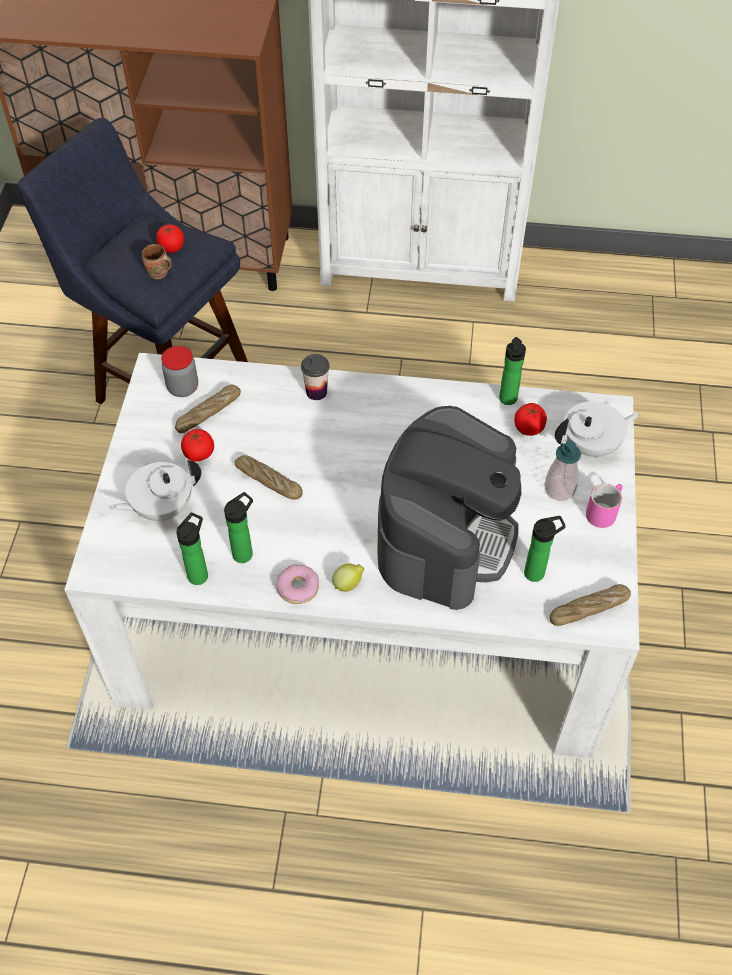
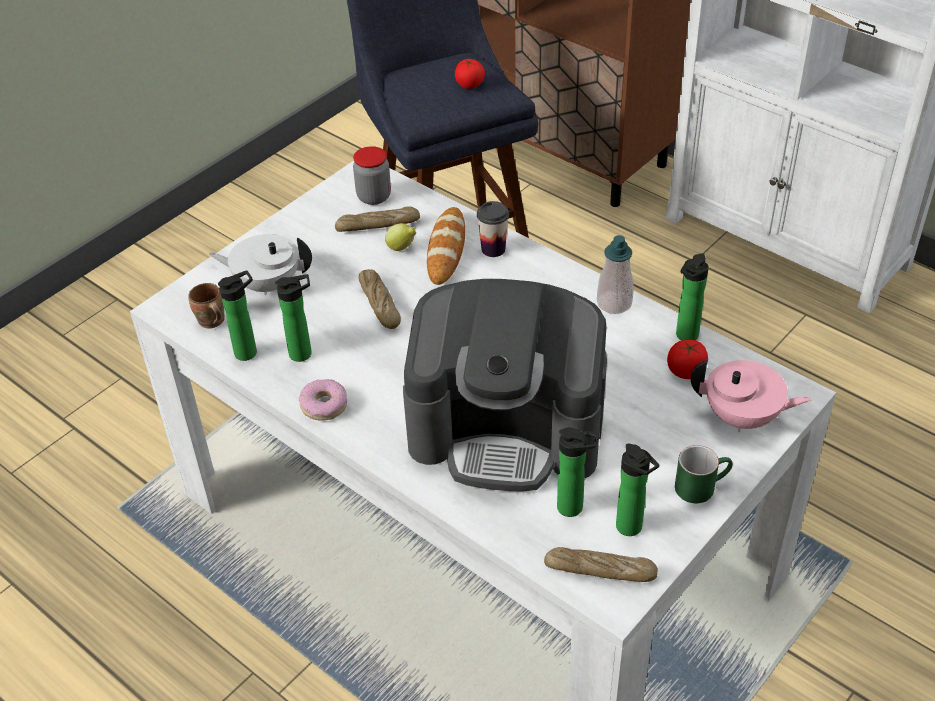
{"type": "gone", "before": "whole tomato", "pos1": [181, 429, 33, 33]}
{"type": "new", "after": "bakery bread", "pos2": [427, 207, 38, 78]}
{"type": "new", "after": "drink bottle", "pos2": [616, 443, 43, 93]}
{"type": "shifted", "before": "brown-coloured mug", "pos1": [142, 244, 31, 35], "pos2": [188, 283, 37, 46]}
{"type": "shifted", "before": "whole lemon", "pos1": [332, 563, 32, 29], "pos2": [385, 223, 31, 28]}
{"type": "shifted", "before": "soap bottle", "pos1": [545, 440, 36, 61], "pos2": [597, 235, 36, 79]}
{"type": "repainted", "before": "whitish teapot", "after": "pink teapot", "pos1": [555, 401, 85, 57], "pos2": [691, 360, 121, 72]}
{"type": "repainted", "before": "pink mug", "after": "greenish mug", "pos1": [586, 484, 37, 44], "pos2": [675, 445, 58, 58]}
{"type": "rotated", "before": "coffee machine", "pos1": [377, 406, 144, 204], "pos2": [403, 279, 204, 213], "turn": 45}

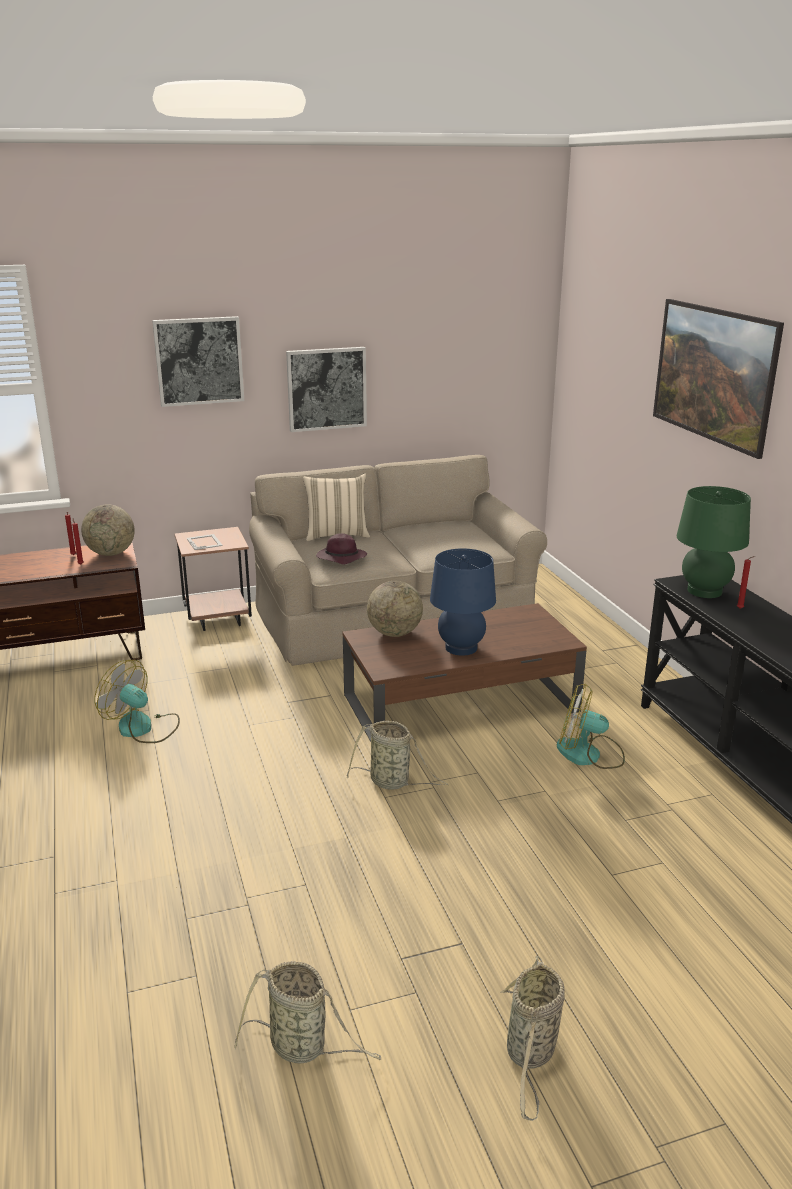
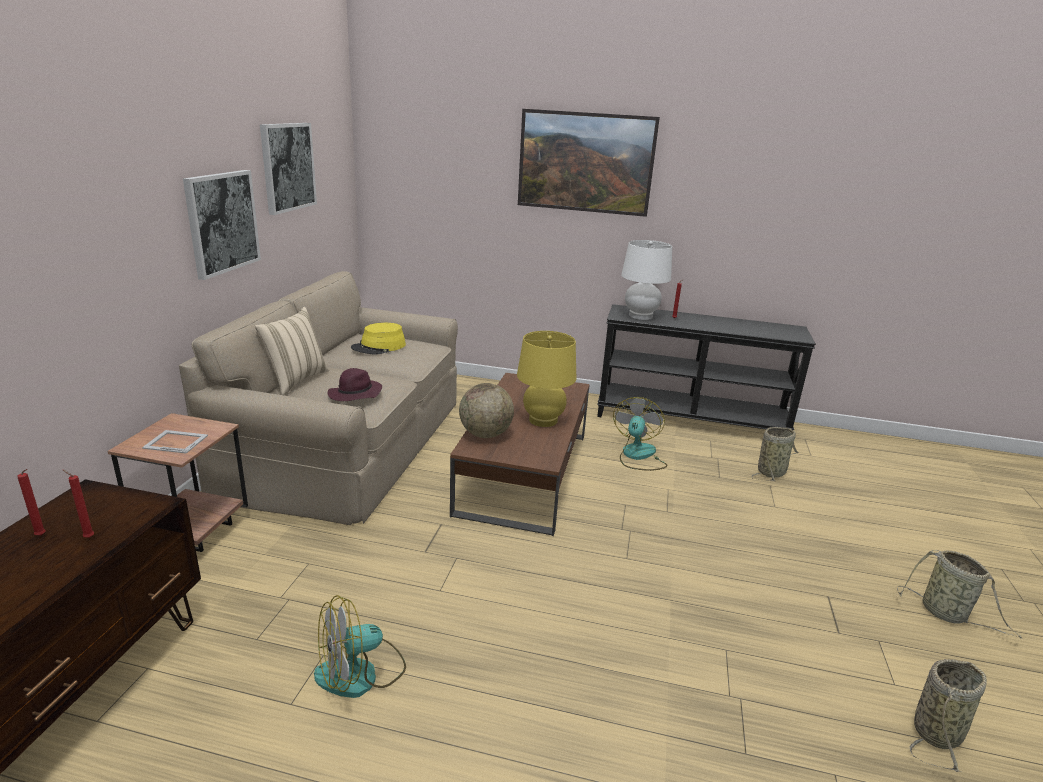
{"type": "gone", "before": "globe", "pos1": [81, 505, 54, 51]}
{"type": "new", "after": "yellow-coloured hat", "pos2": [351, 323, 55, 32]}
{"type": "shifted", "before": "wall picture", "pos1": [152, 316, 92, 91], "pos2": [260, 123, 57, 92]}
{"type": "shifted", "before": "household basket", "pos1": [347, 721, 102, 69], "pos2": [751, 427, 48, 54]}
{"type": "repainted", "before": "bluish tabletop lamp", "after": "yellow-coloured tabletop lamp", "pos1": [430, 548, 66, 108], "pos2": [517, 331, 59, 96]}
{"type": "repainted", "before": "greenish tabletop lamp", "after": "whitish tabletop lamp", "pos1": [677, 486, 74, 112], "pos2": [621, 240, 51, 80]}
{"type": "rotated", "before": "cooling fan", "pos1": [557, 684, 68, 85], "pos2": [613, 397, 54, 74], "turn": 150}

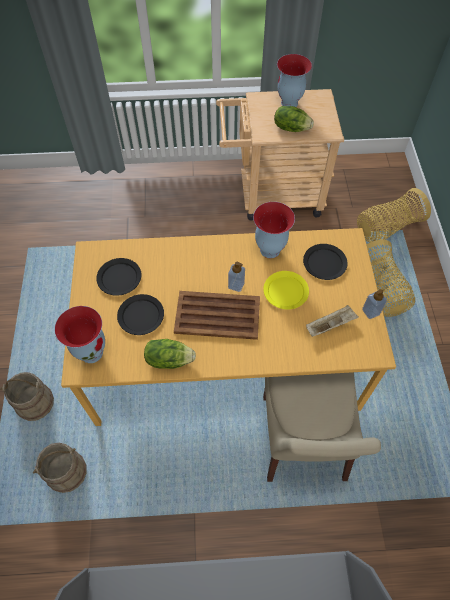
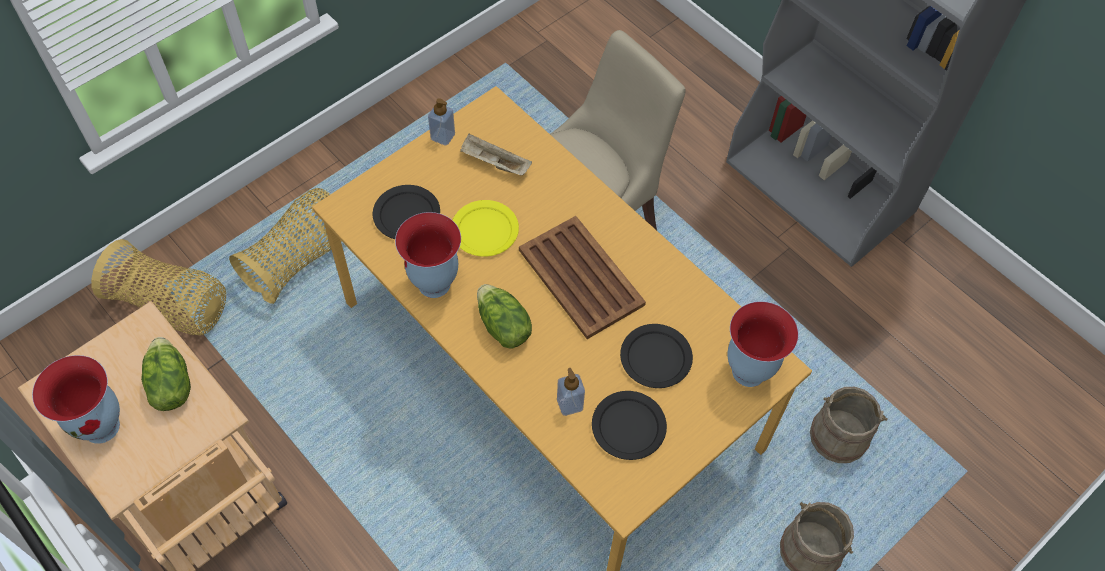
{"type": "shifted", "before": "lettuce", "pos1": [144, 339, 52, 30], "pos2": [477, 284, 55, 64]}
{"type": "shifted", "before": "soap bottle", "pos1": [228, 262, 17, 30], "pos2": [557, 368, 28, 48]}

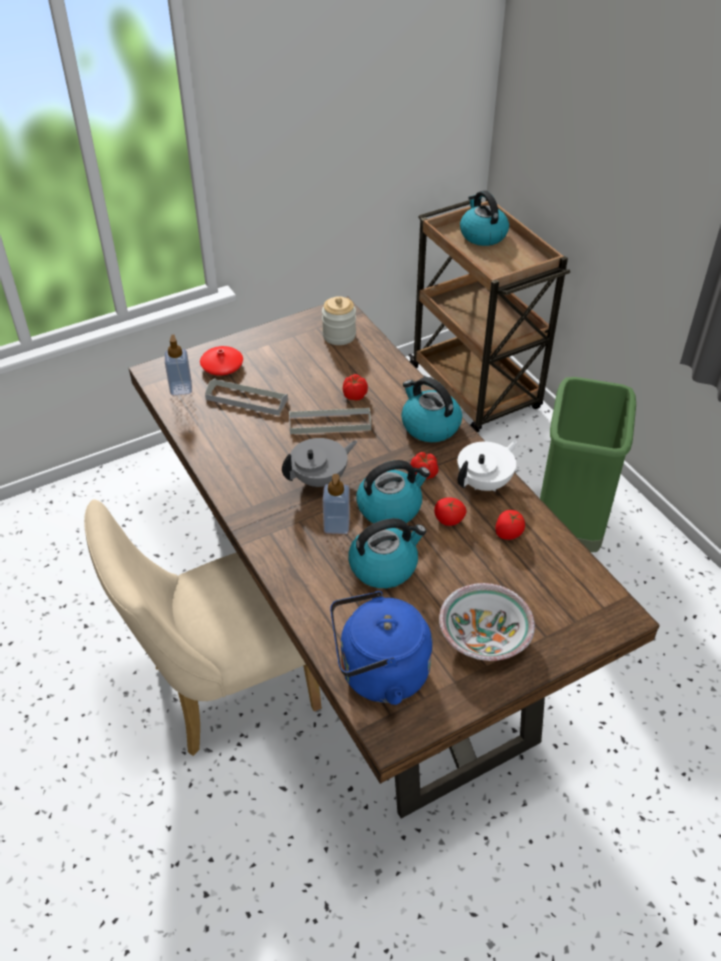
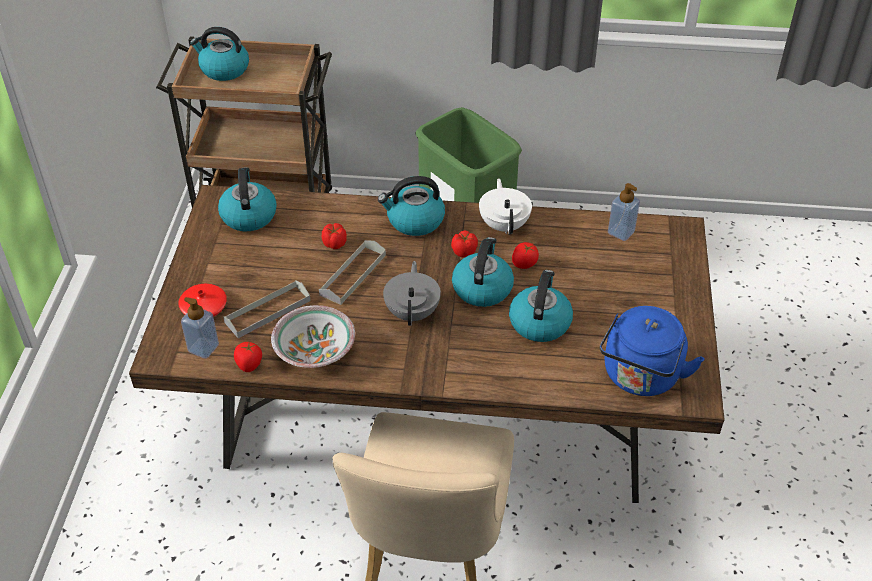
{"type": "shifted", "before": "soap bottle", "pos1": [323, 474, 27, 60], "pos2": [608, 183, 32, 58]}
{"type": "shifted", "before": "serving bowl", "pos1": [439, 583, 96, 78], "pos2": [271, 305, 84, 63]}
{"type": "shifted", "before": "whole tomato", "pos1": [495, 510, 30, 30], "pos2": [234, 342, 28, 30]}
{"type": "swapped", "before": "storage jar", "after": "tea kettle", "pos1": [322, 296, 34, 49], "pos2": [218, 167, 59, 64]}

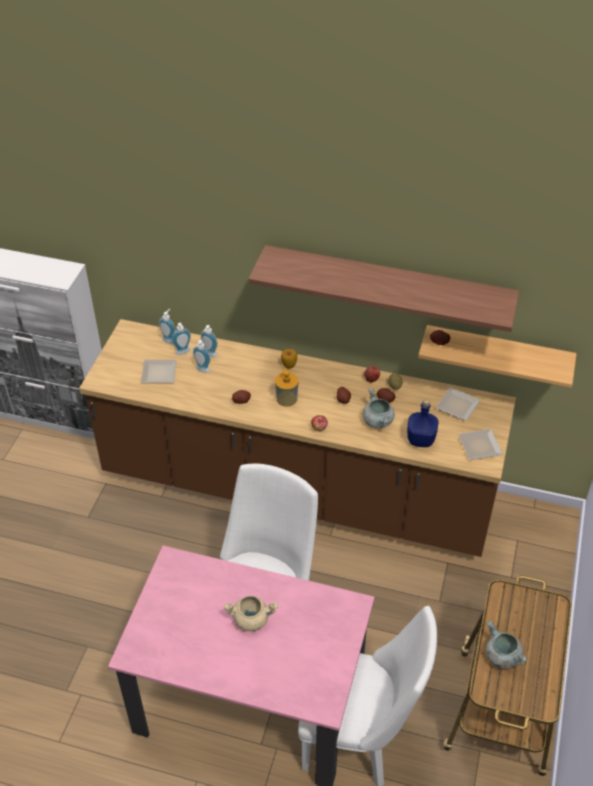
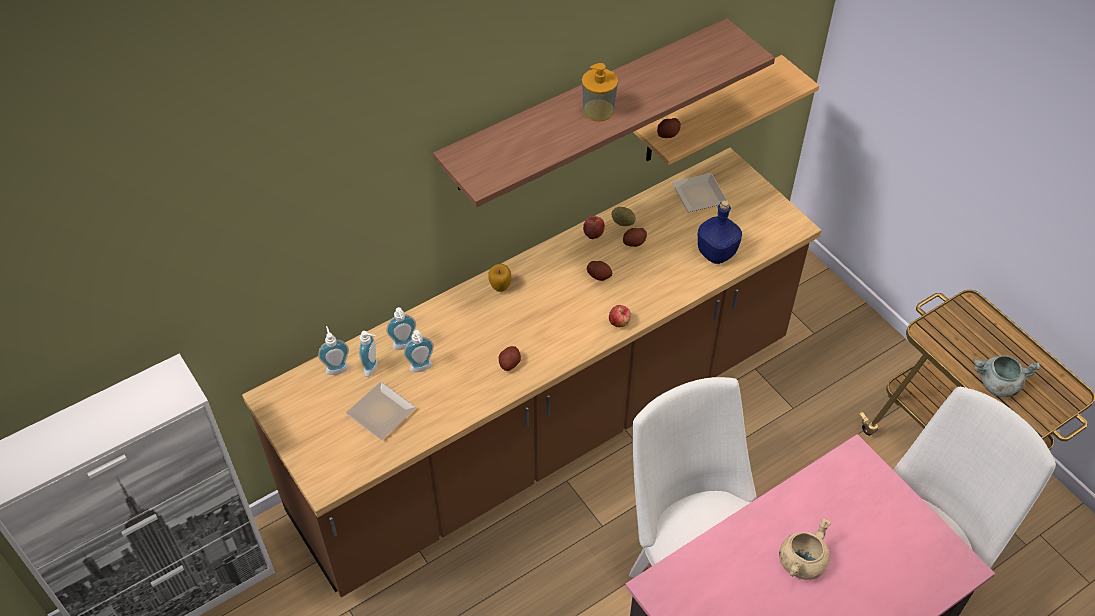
{"type": "gone", "before": "greyish stockpot", "pos1": [363, 388, 32, 40]}
{"type": "gone", "before": "plate", "pos1": [458, 429, 45, 31]}
{"type": "shifted", "before": "soap bottle", "pos1": [275, 369, 24, 38], "pos2": [582, 63, 36, 59]}

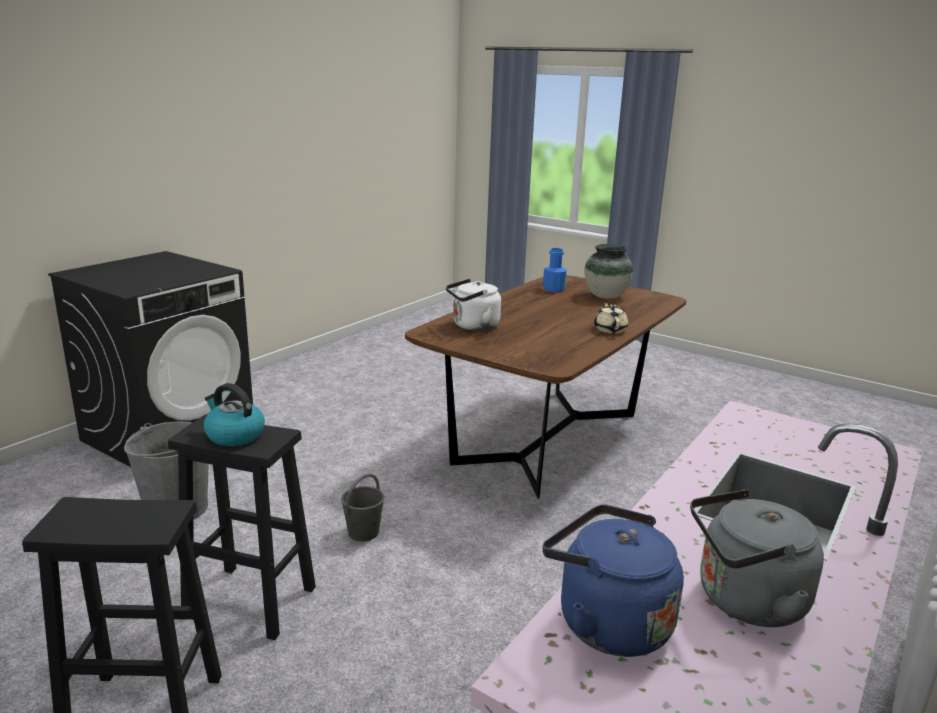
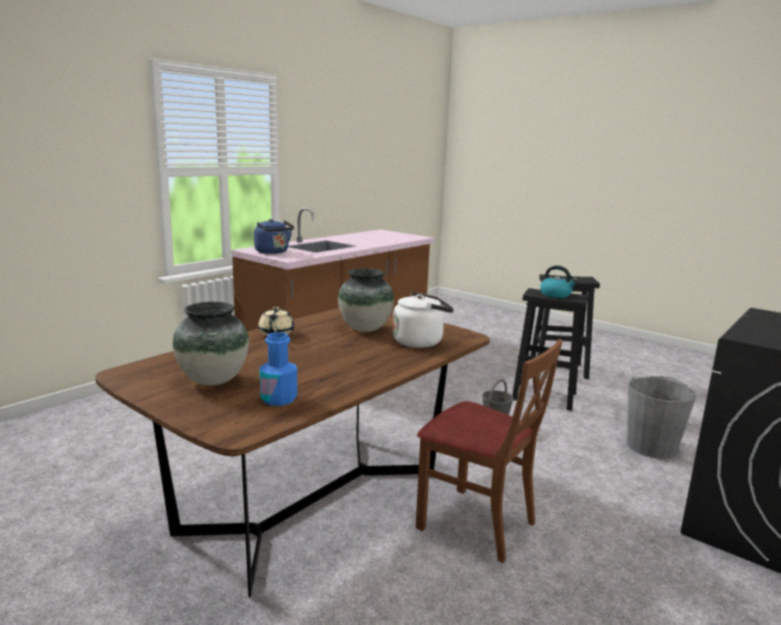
{"type": "gone", "before": "greyish tea kettle", "pos1": [690, 489, 134, 138]}
{"type": "new", "after": "flower vase", "pos2": [338, 268, 56, 64]}
{"type": "new", "after": "brown-coloured chair", "pos2": [416, 339, 147, 224]}
{"type": "shifted", "before": "bluish tea kettle", "pos1": [543, 505, 141, 152], "pos2": [254, 219, 40, 35]}

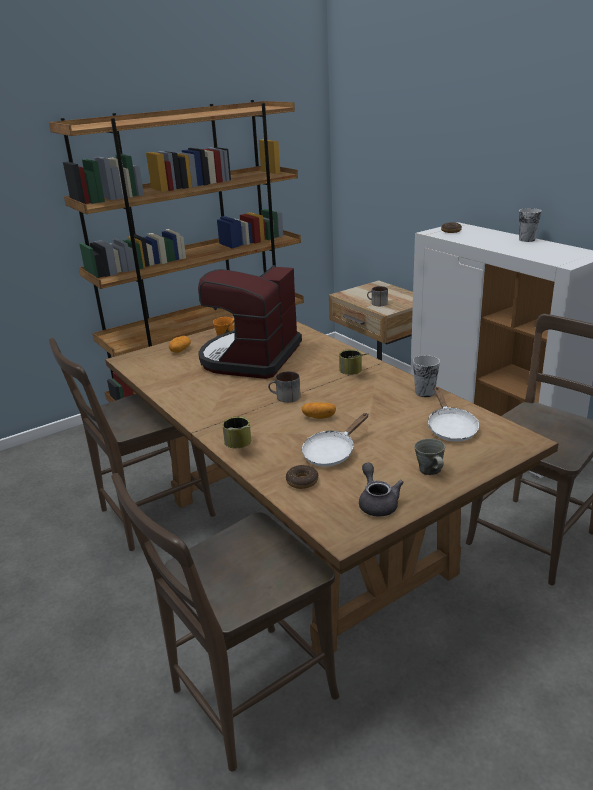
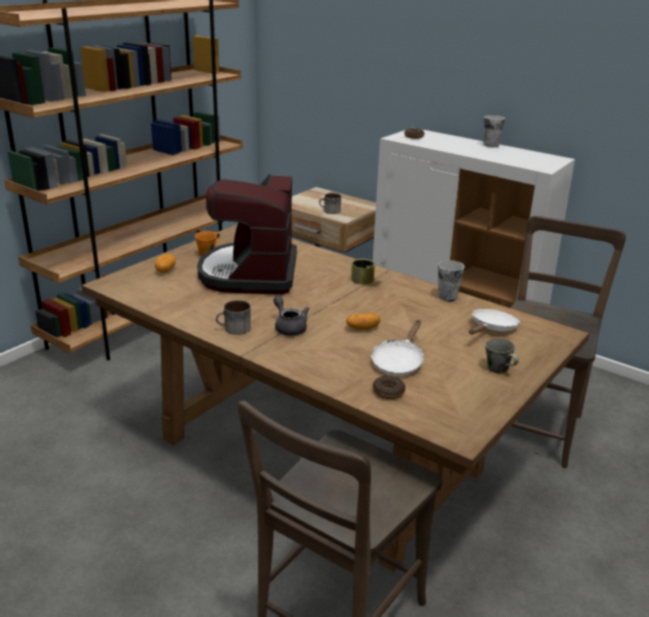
{"type": "gone", "before": "brown-coloured chair", "pos1": [49, 338, 167, 213]}
{"type": "gone", "before": "metal can", "pos1": [222, 416, 30, 32]}
{"type": "shifted", "before": "mug", "pos1": [268, 371, 32, 32], "pos2": [216, 300, 35, 35]}
{"type": "shifted", "before": "greyish teapot", "pos1": [359, 462, 45, 55], "pos2": [274, 296, 35, 40]}
{"type": "rotated", "before": "whitish skillet", "pos1": [428, 387, 51, 55], "pos2": [469, 309, 51, 25], "turn": -120}

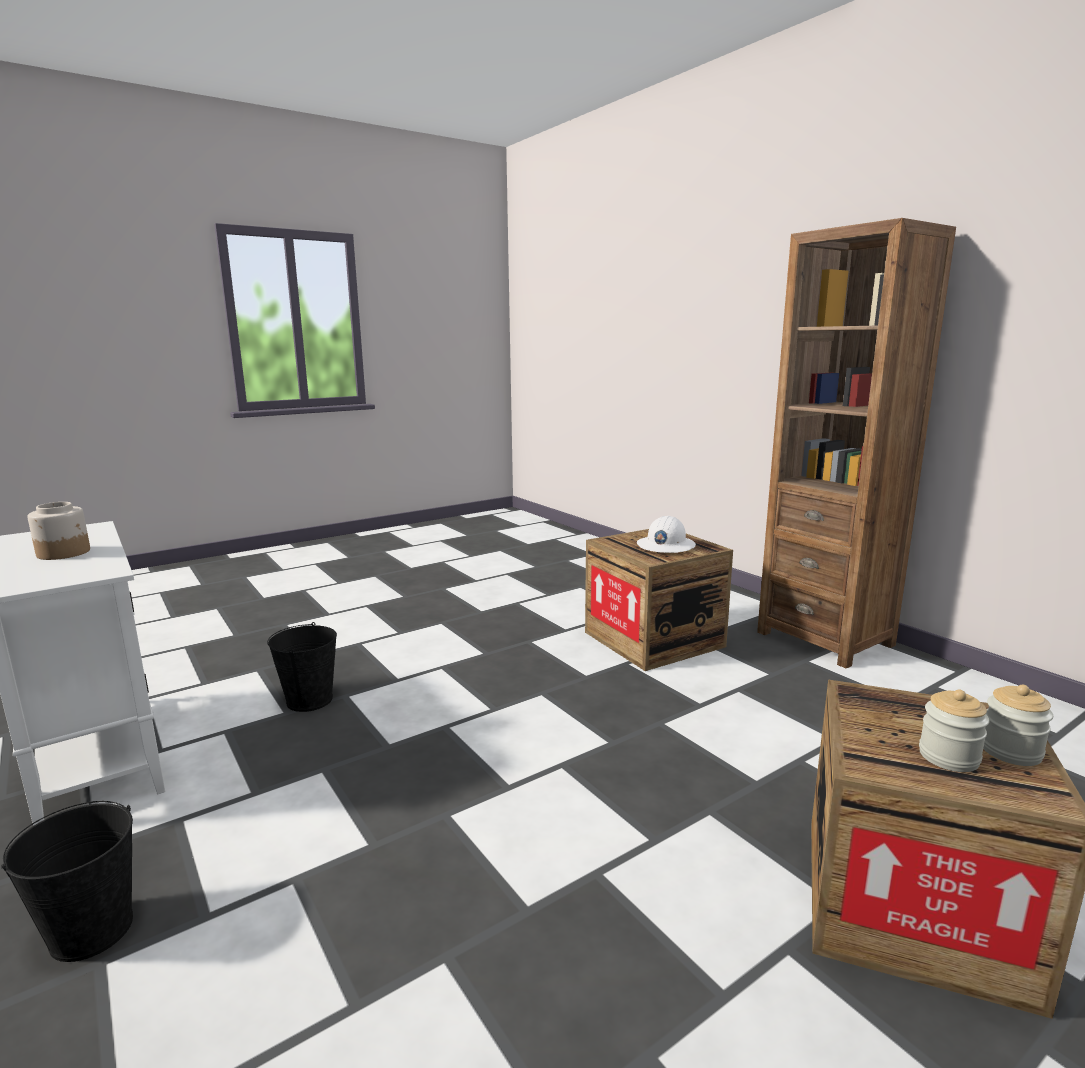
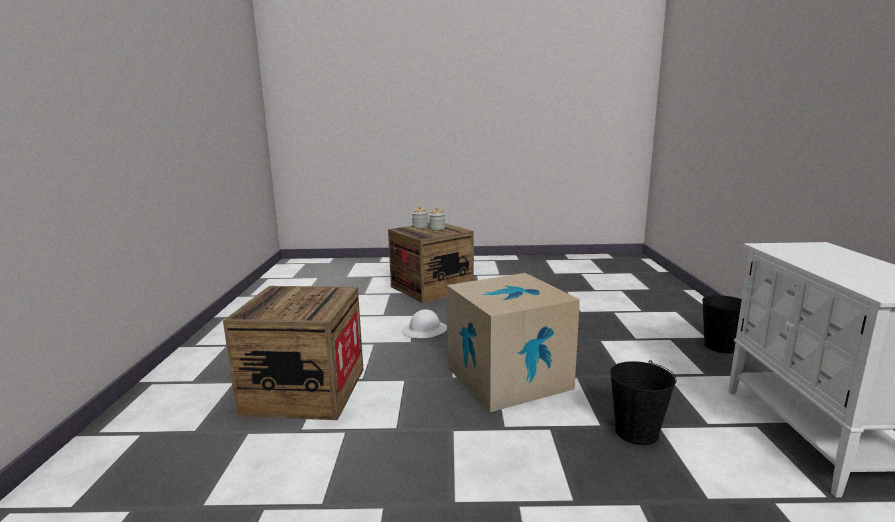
{"type": "gone", "before": "storage jar", "pos1": [27, 502, 63, 58]}
{"type": "gone", "before": "brown-coloured bookshelf", "pos1": [757, 218, 199, 450]}
{"type": "new", "after": "packing box", "pos2": [447, 273, 133, 139]}
{"type": "shifted", "before": "whitish work helmet", "pos1": [637, 516, 59, 37], "pos2": [403, 309, 44, 29]}

